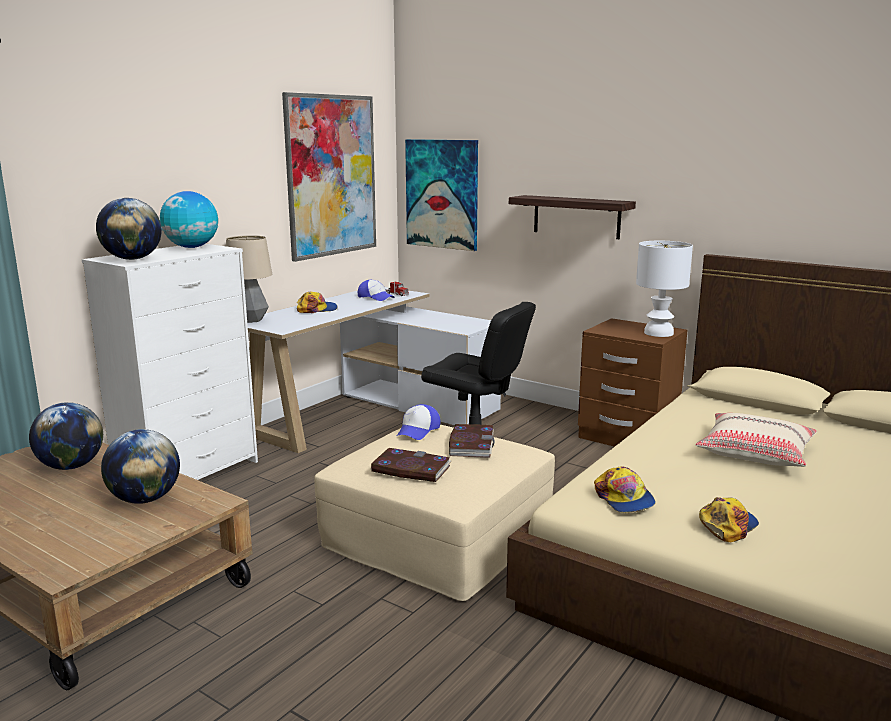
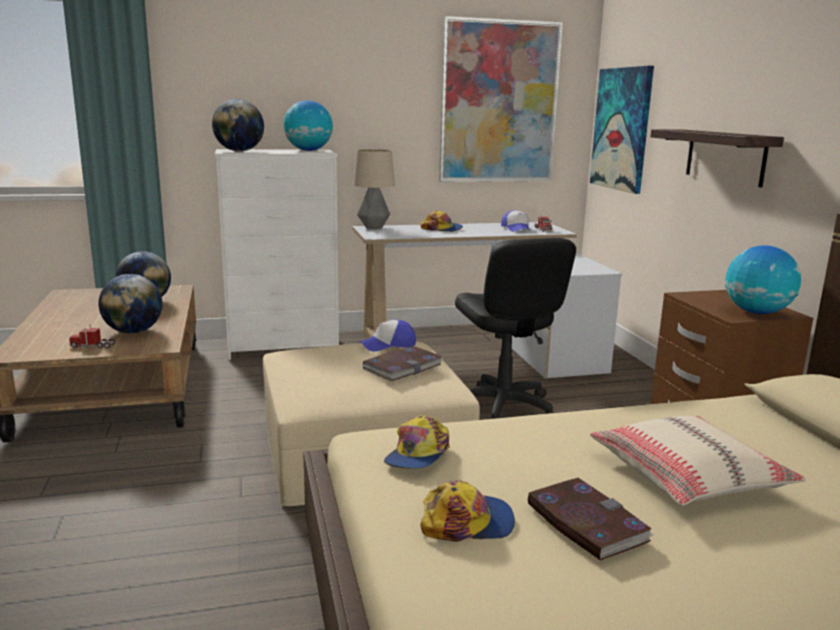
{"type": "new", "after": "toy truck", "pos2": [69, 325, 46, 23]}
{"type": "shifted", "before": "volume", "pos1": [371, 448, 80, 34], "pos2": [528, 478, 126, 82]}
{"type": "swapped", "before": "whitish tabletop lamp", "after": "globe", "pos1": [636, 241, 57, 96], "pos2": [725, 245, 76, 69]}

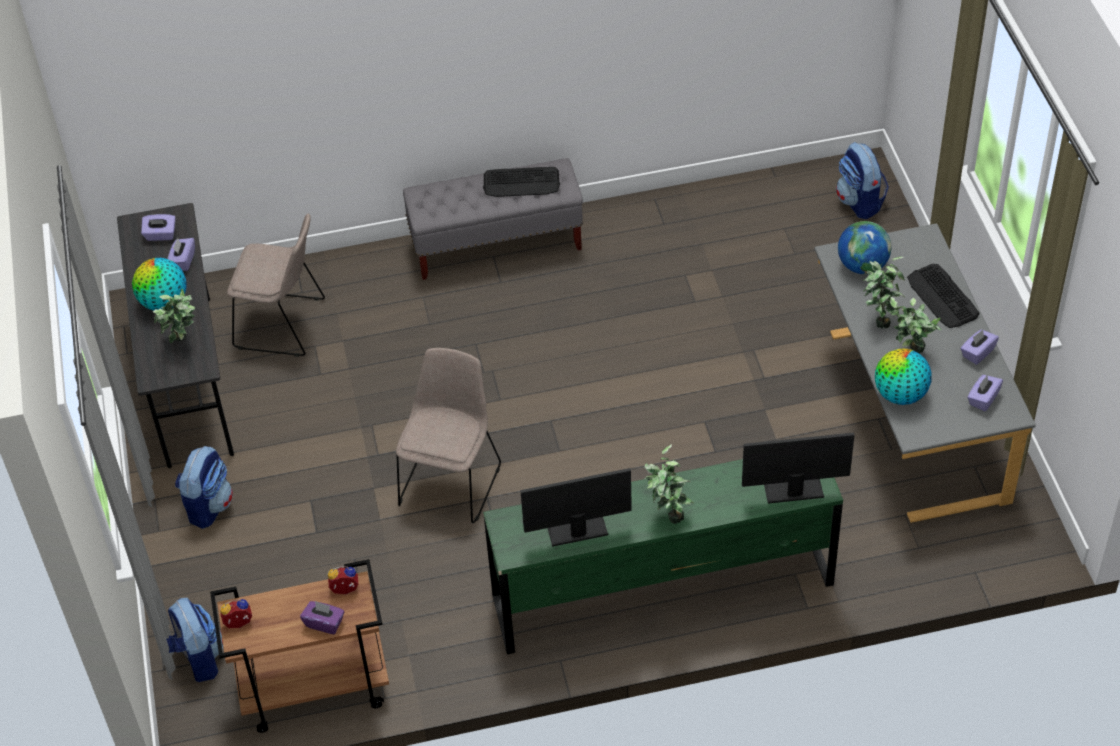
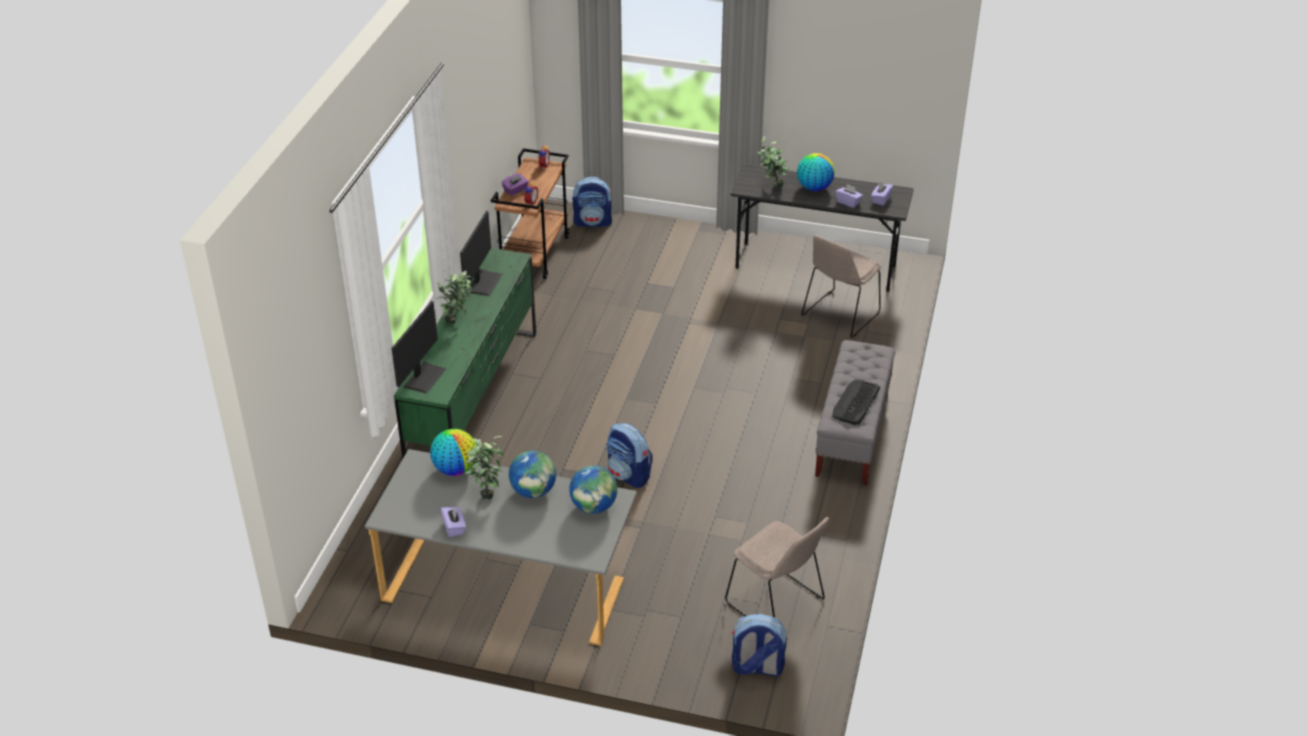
{"type": "gone", "before": "keyboard", "pos1": [907, 264, 73, 64]}
{"type": "gone", "before": "purple box of tissues", "pos1": [967, 375, 36, 36]}
{"type": "shifted", "before": "rucksack", "pos1": [175, 446, 58, 83], "pos2": [607, 423, 46, 65]}
{"type": "shifted", "before": "beige chair", "pos1": [396, 348, 105, 175], "pos2": [725, 517, 104, 101]}
{"type": "swapped", "before": "potted plant", "after": "globe", "pos1": [863, 257, 42, 72], "pos2": [509, 450, 47, 48]}

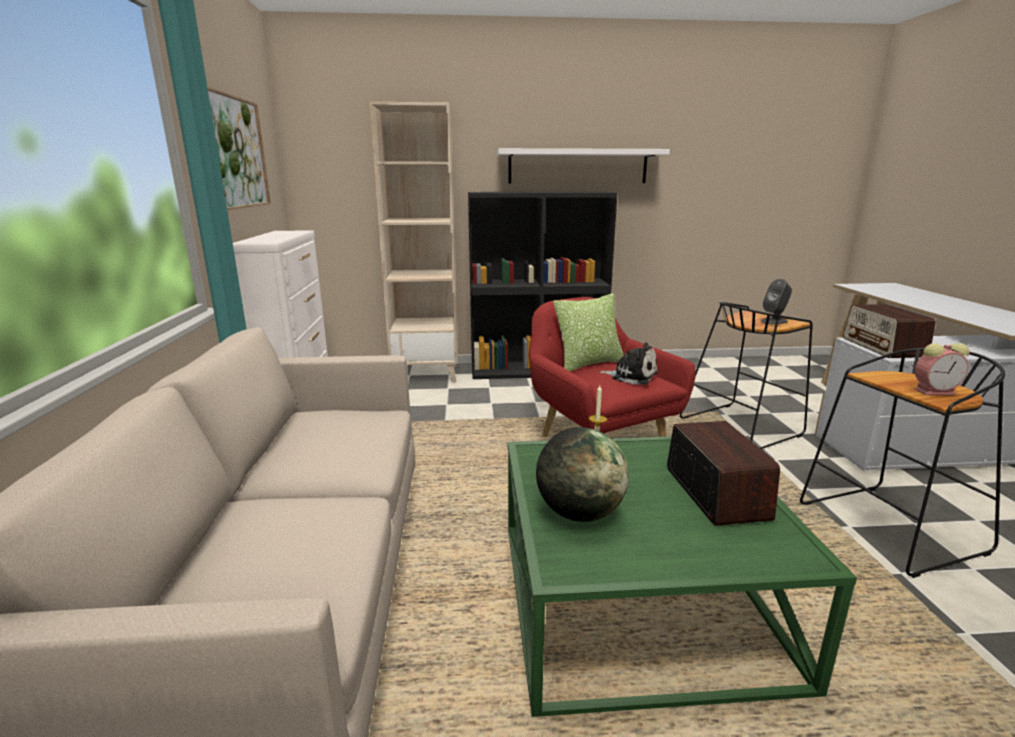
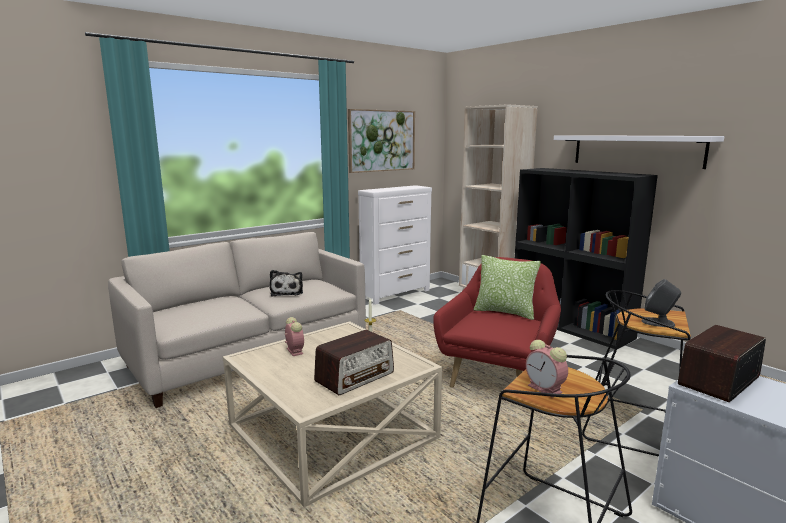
{"type": "shifted", "before": "soft toy", "pos1": [599, 342, 59, 43], "pos2": [270, 270, 33, 27]}
{"type": "swapped", "before": "globe", "after": "alarm clock", "pos1": [536, 427, 93, 95], "pos2": [285, 317, 19, 39]}
{"type": "repainted", "before": "greenish lounge table", "after": "beige lounge table", "pos1": [508, 436, 349, 281], "pos2": [223, 321, 219, 186]}

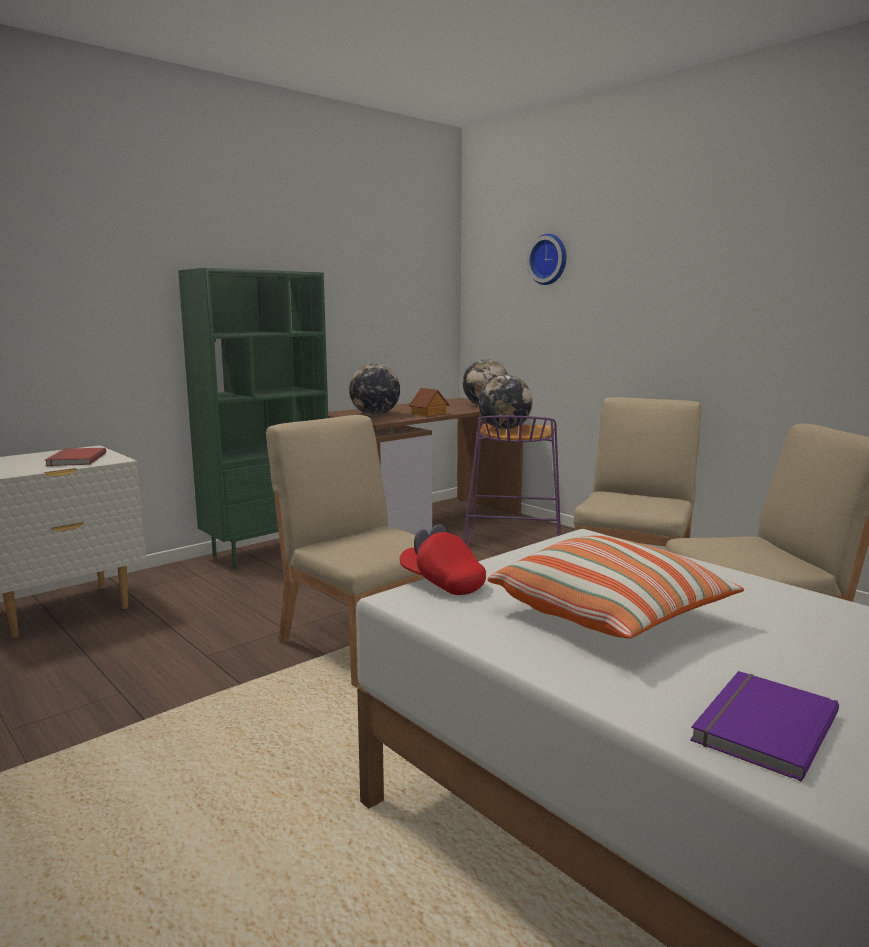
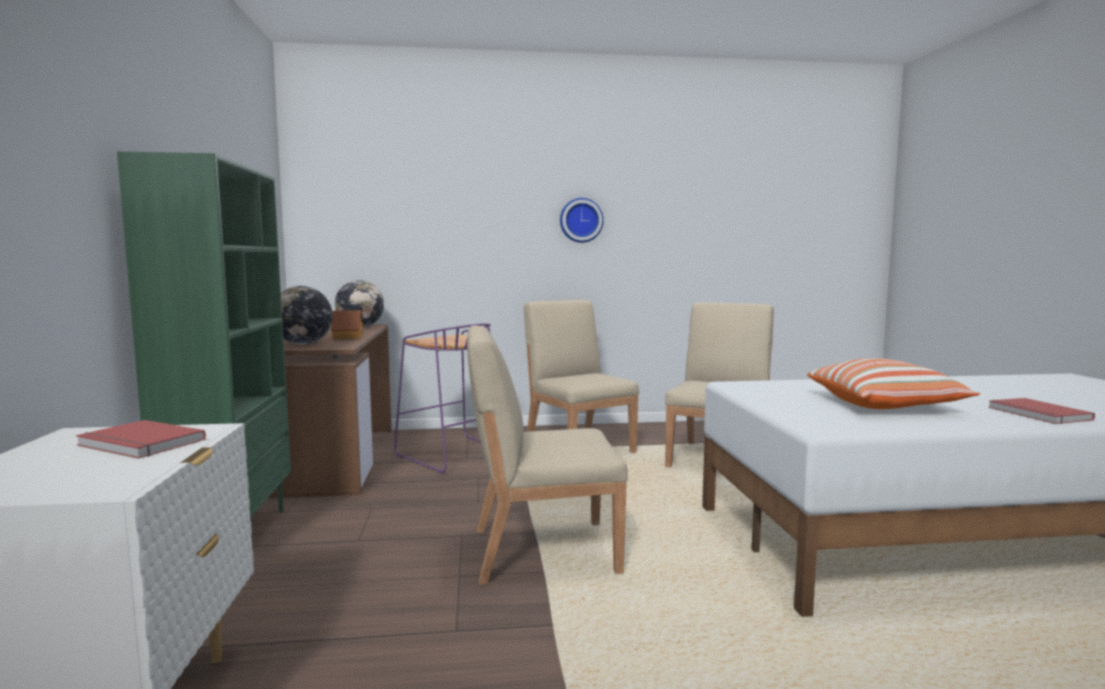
{"type": "gone", "before": "reddish baseball cap", "pos1": [400, 524, 86, 71]}
{"type": "gone", "before": "globe", "pos1": [479, 375, 54, 54]}
{"type": "shifted", "before": "clock on the wall", "pos1": [527, 234, 39, 51], "pos2": [560, 198, 44, 45]}
{"type": "repainted", "before": "purple volume", "after": "reddish volume", "pos1": [690, 671, 149, 111], "pos2": [988, 398, 107, 26]}

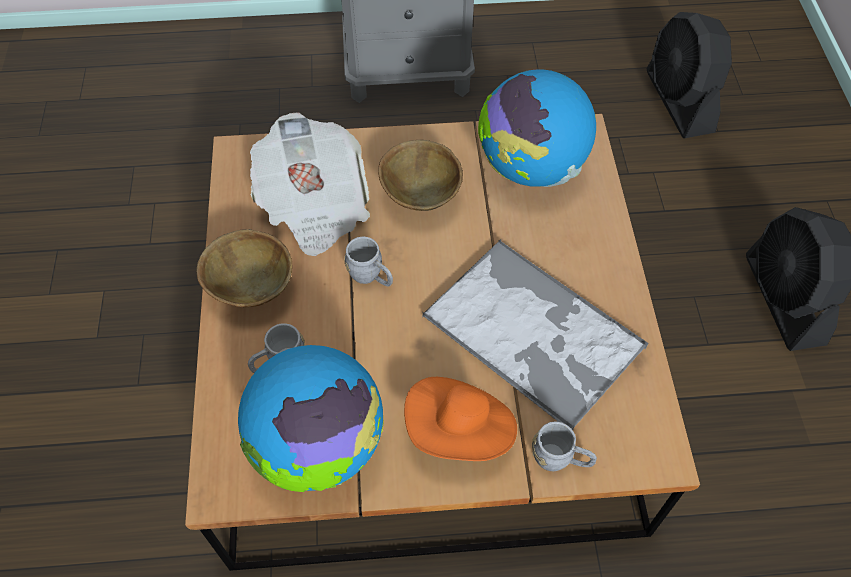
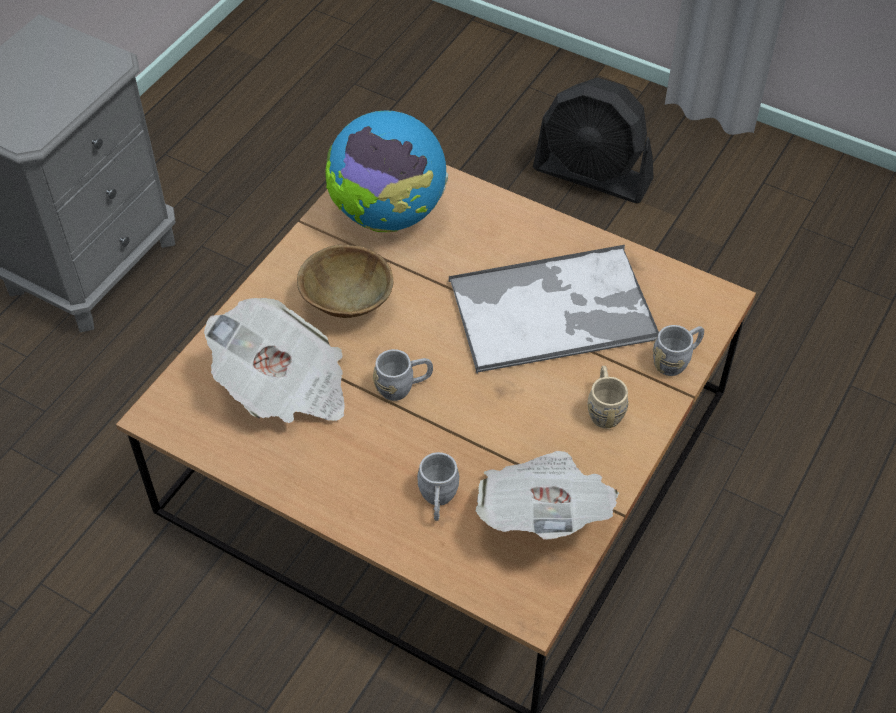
{"type": "gone", "before": "brown-coloured serving bowl", "pos1": [196, 229, 96, 78]}
{"type": "gone", "before": "black-coloured cooling fan", "pos1": [647, 12, 85, 126]}
{"type": "swapped", "before": "globe", "after": "daily paper", "pos1": [238, 345, 146, 147], "pos2": [475, 451, 144, 89]}
{"type": "swapped", "before": "orange hat", "after": "beige mug", "pos1": [404, 377, 113, 84], "pos2": [588, 366, 41, 63]}

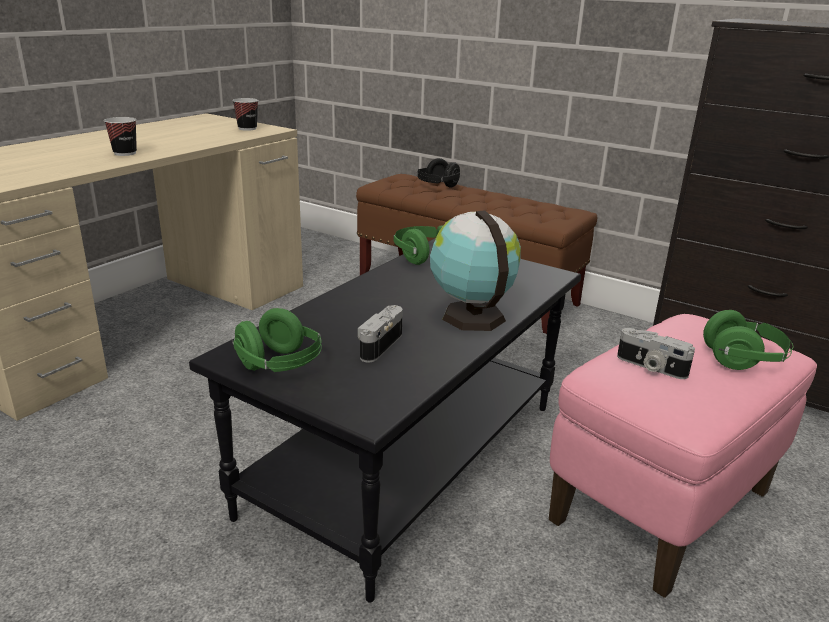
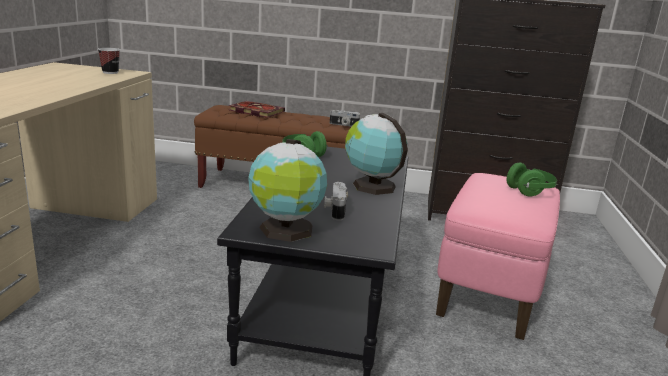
{"type": "gone", "before": "cup", "pos1": [104, 117, 33, 39]}
{"type": "shifted", "before": "still camera", "pos1": [617, 328, 78, 51], "pos2": [330, 110, 30, 17]}
{"type": "swapped", "before": "greenish pair of headphones", "after": "globe", "pos1": [231, 308, 91, 64], "pos2": [248, 139, 79, 103]}
{"type": "swapped", "before": "black-coloured pair of headphones", "after": "volume", "pos1": [417, 158, 43, 30], "pos2": [229, 101, 56, 17]}

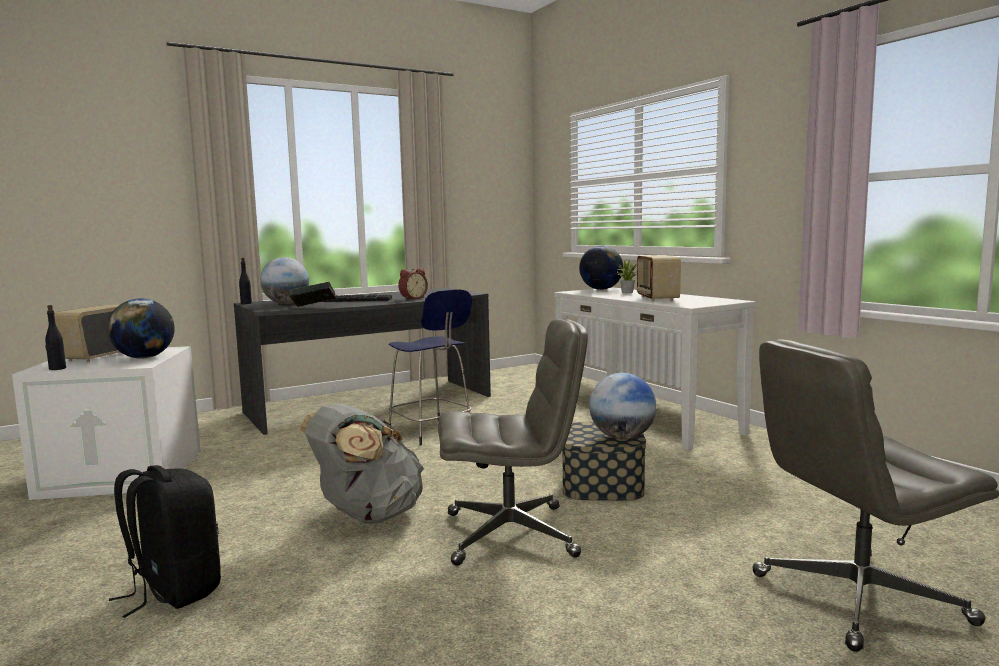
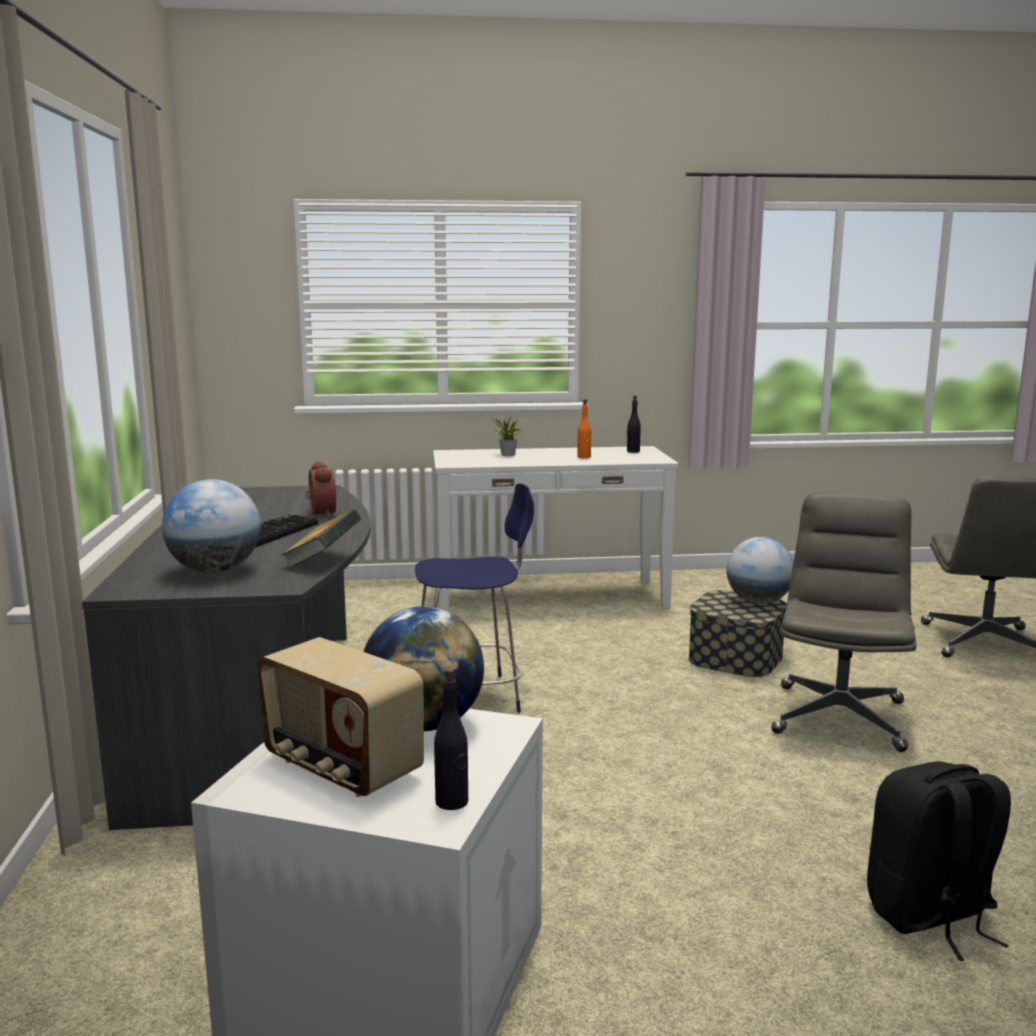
{"type": "gone", "before": "greyish rucksack", "pos1": [299, 403, 125, 121]}
{"type": "gone", "before": "globe", "pos1": [579, 245, 44, 45]}
{"type": "shifted", "before": "black-coloured drink bottle", "pos1": [239, 258, 13, 46], "pos2": [627, 395, 14, 58]}
{"type": "swapped", "before": "radio set", "after": "orange drink bottle", "pos1": [636, 255, 45, 46], "pos2": [577, 399, 14, 60]}

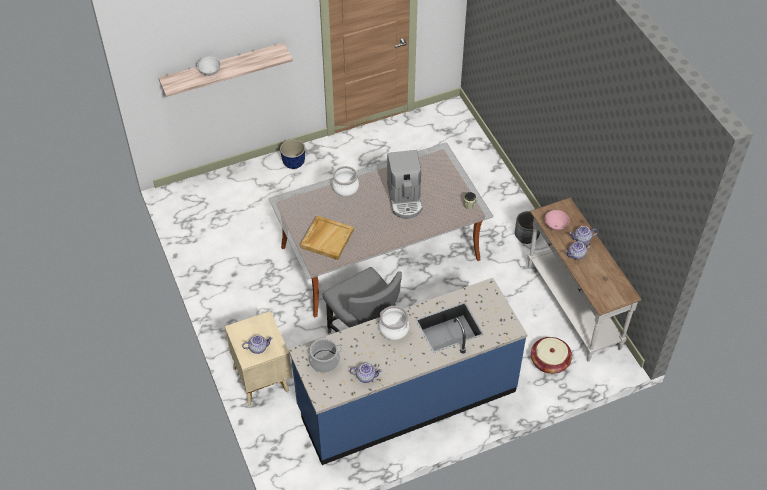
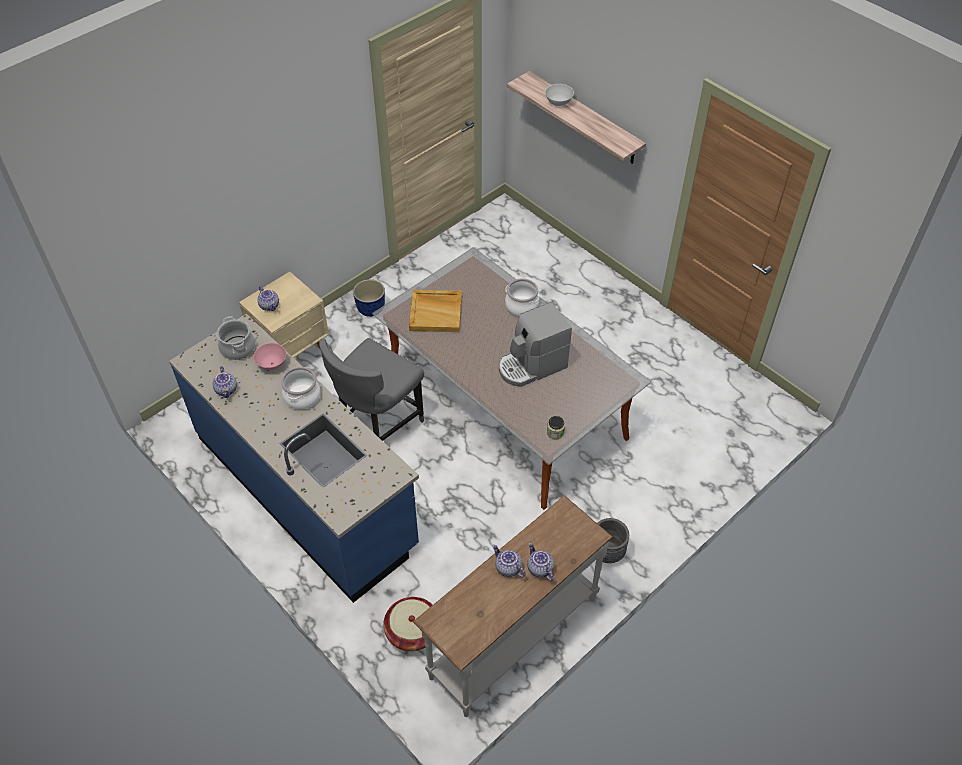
{"type": "shifted", "before": "planter", "pos1": [280, 139, 25, 30], "pos2": [353, 279, 32, 38]}
{"type": "shifted", "before": "pink serving bowl", "pos1": [545, 210, 24, 21], "pos2": [254, 343, 32, 27]}

